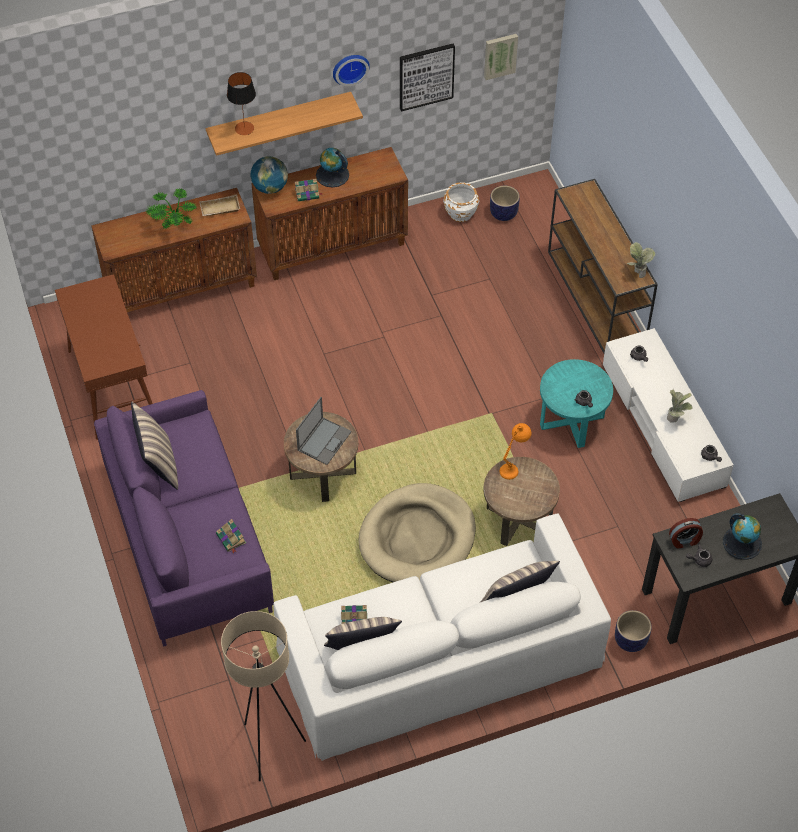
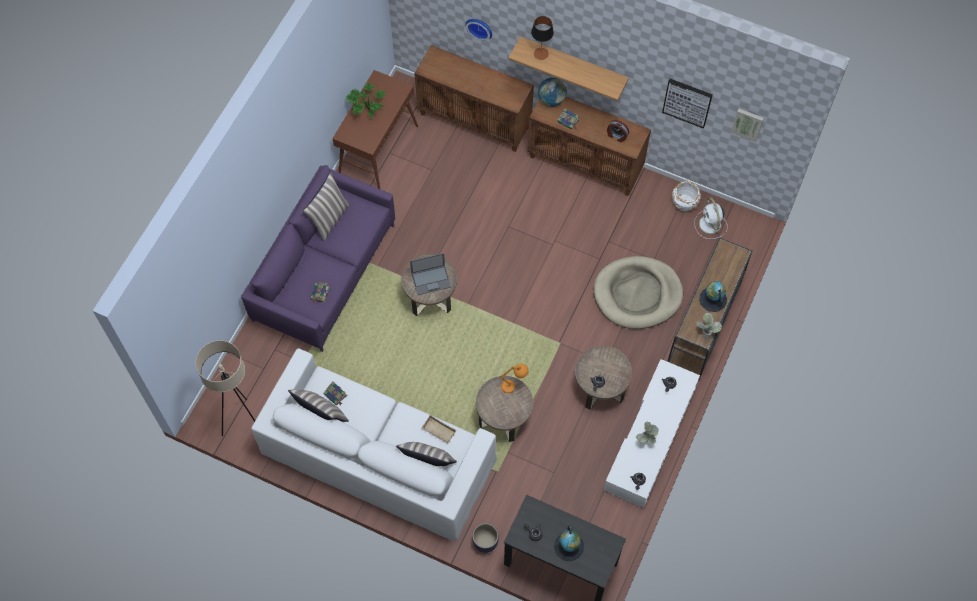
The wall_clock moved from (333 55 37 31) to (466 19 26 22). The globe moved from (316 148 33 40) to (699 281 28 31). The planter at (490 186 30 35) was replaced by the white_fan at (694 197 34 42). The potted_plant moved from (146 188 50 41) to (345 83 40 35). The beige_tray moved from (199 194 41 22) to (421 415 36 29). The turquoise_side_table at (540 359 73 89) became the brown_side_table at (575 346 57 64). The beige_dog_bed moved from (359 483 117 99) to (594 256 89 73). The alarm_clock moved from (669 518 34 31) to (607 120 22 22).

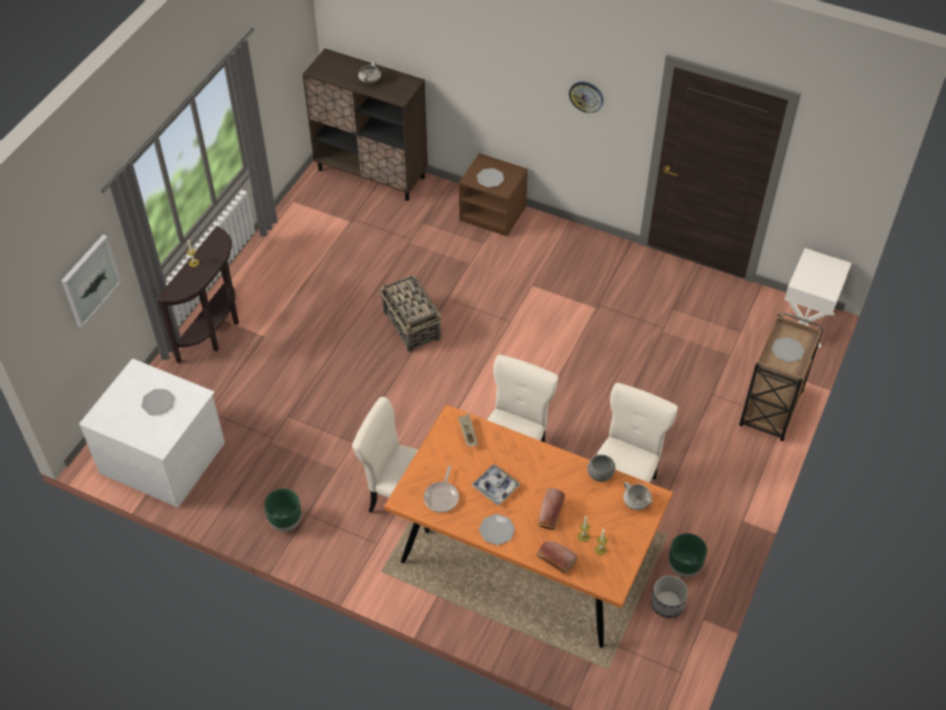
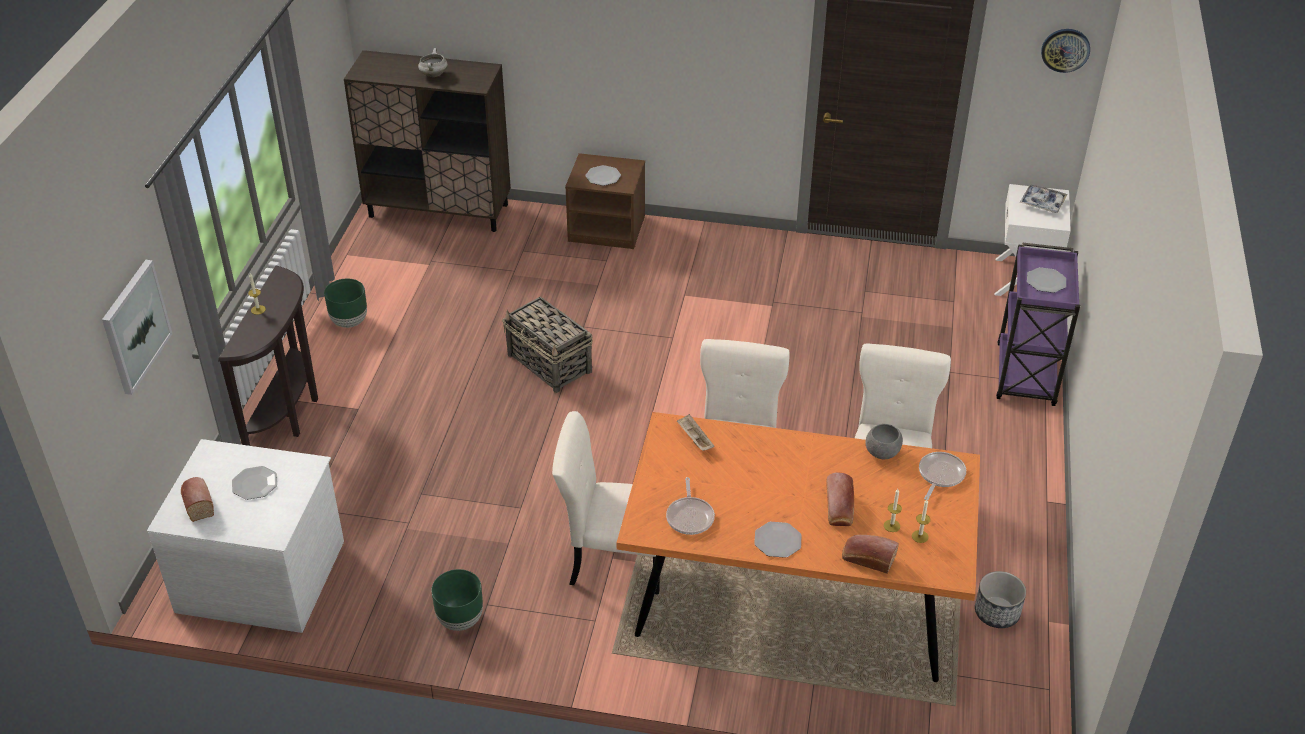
The wall_clock moved from (569 81 34 32) to (1041 29 49 44). The brown_cart at (739 312 84 129) became the purple_cart at (996 242 84 164). The tray moved from (472 464 49 41) to (1020 184 48 29). The white_cooking_pot at (623 482 30 28) was replaced by the frying_pan at (919 452 47 48). The green_planter moved from (669 533 38 44) to (324 279 43 49). The bread at (181 477 33 45) appeared.

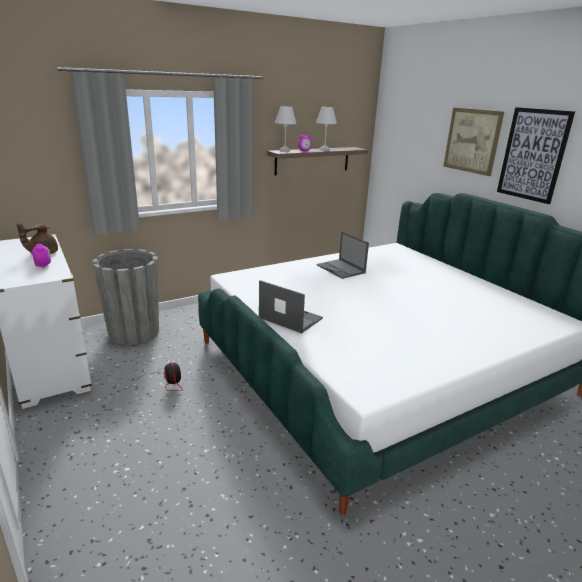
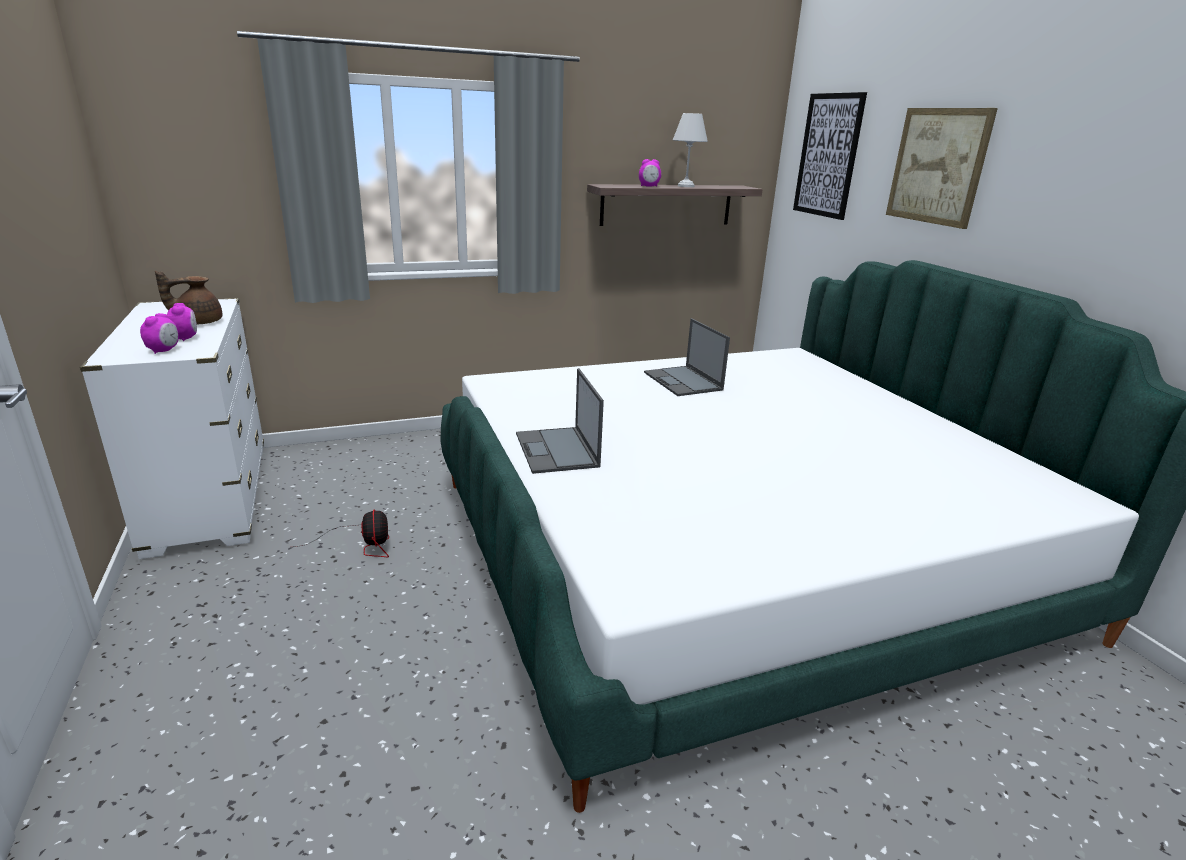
The white_table_lamp at (275 106 22 46) disappeared. The picture moved from (497 107 78 97) to (793 92 74 128). The grey_planter at (92 249 67 96) disappeared. The laptop at (259 280 64 53) turned 150 degrees counterclockwise. The alarm_clock at (140 313 39 41) appeared.

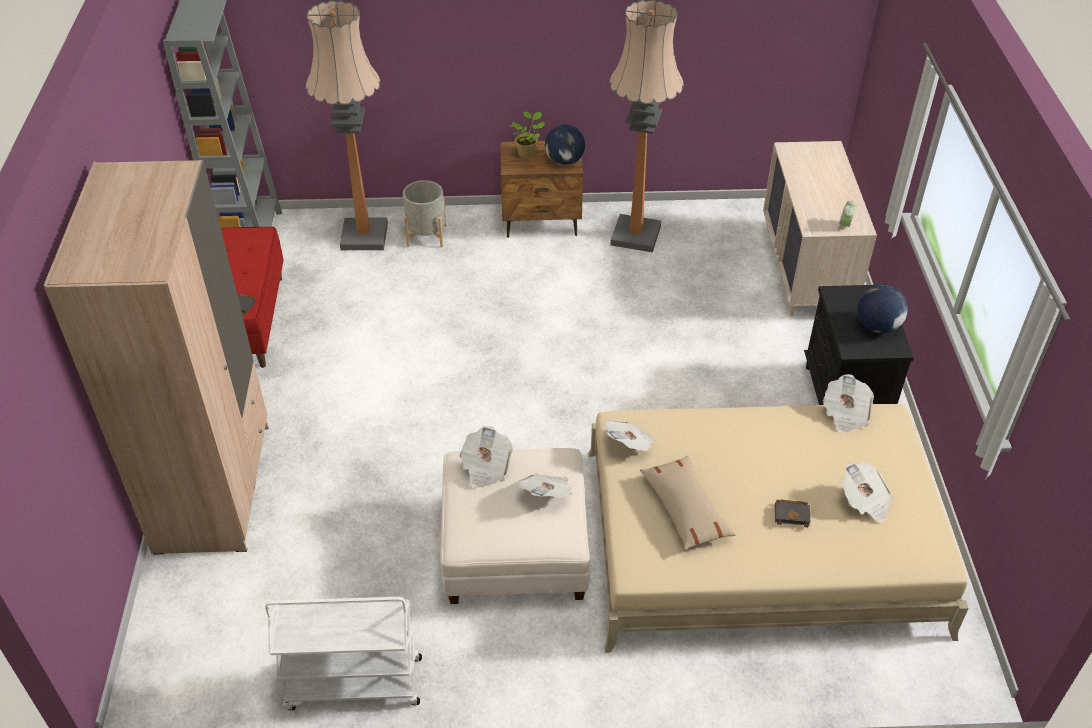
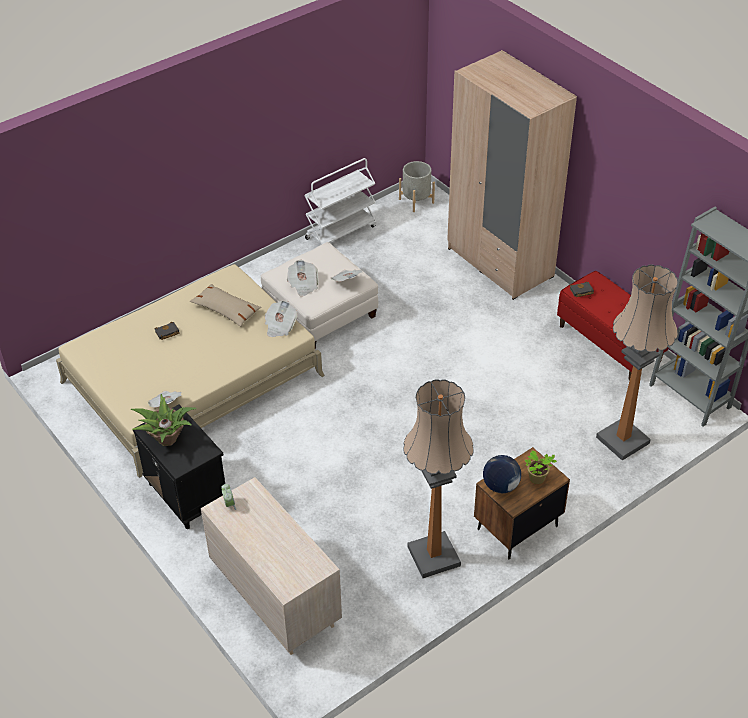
The grey_planter moved from (403 180 43 68) to (399 161 36 51). The globe at (858 285 50 48) was replaced by the potted_plant at (130 394 67 52). The newspaper at (841 462 53 61) disappeared.

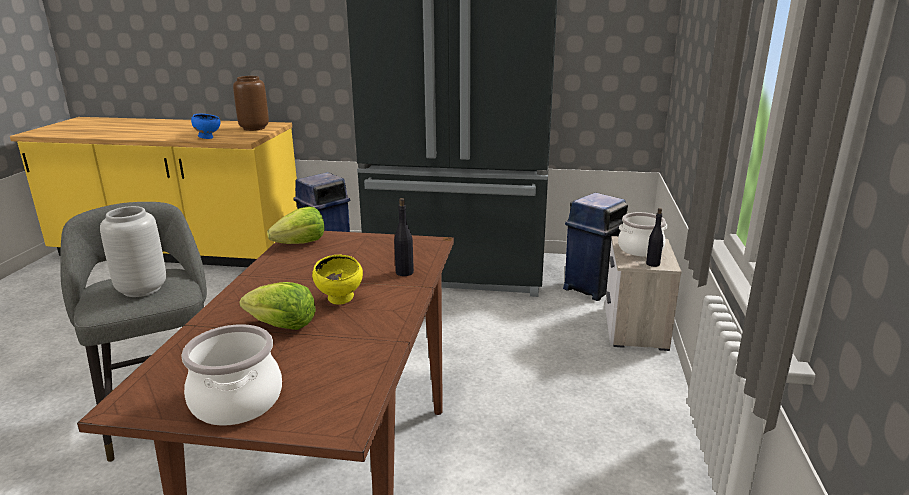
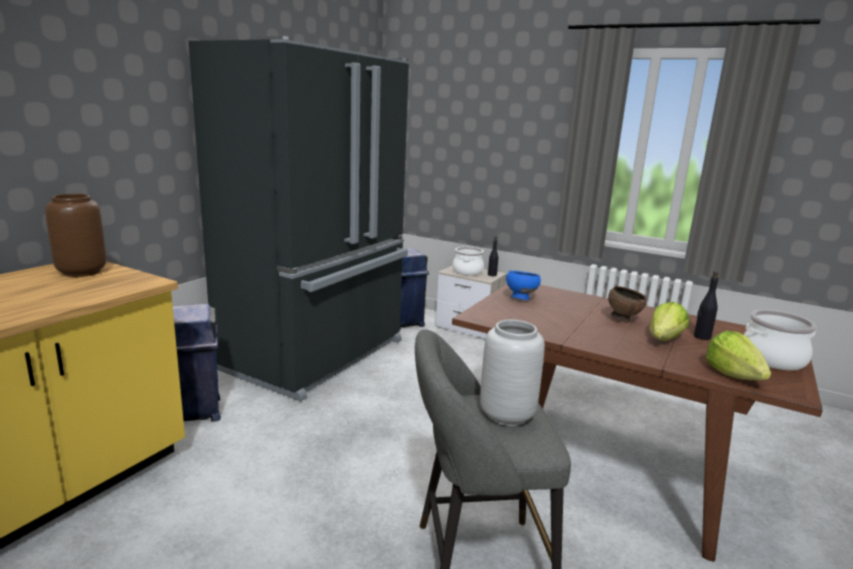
The blue_bowl moved from (191 113 30 26) to (506 271 35 29). The black_bottle moved from (394 198 20 78) to (694 271 25 69). The lettuce moved from (267 206 57 38) to (706 331 65 49). The yellow_bowl at (312 254 51 51) became the brown_bowl at (608 286 39 37).

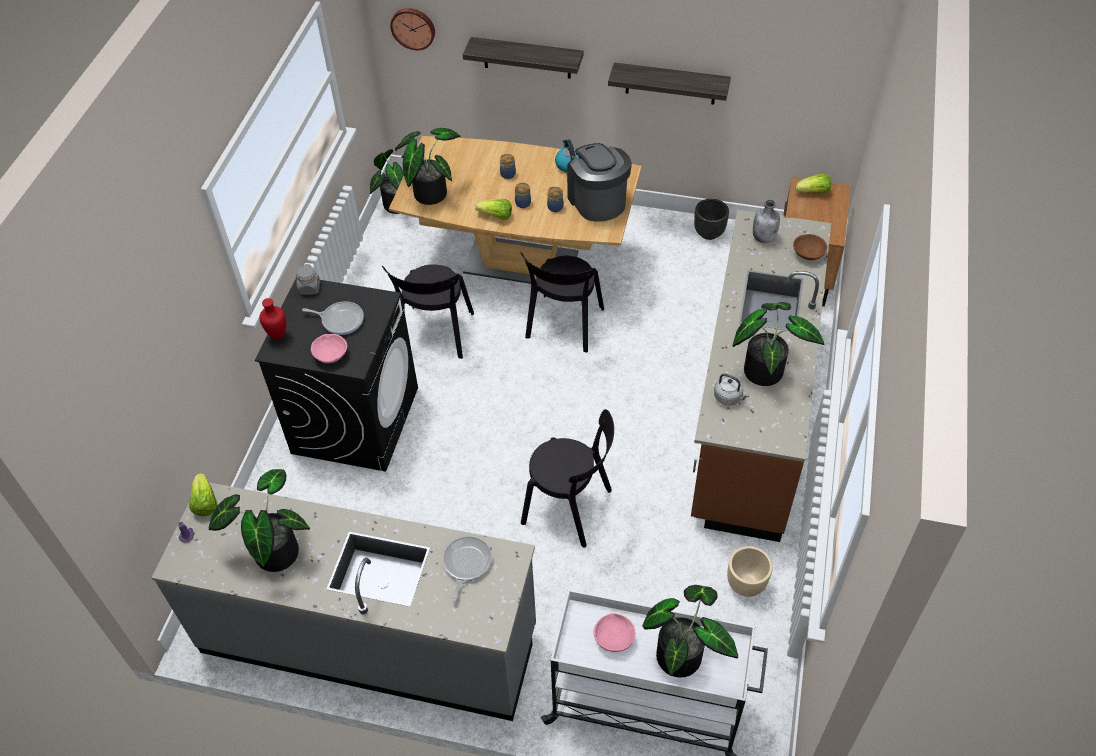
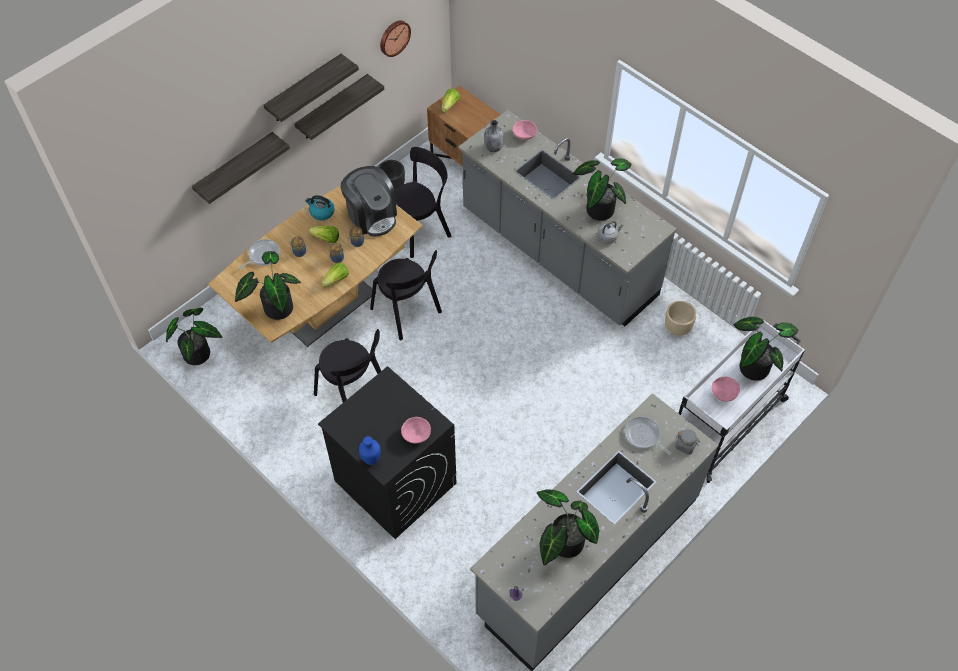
The wall_clock moved from (390 8 45 42) to (380 21 31 36). The coffee_machine at (567 143 65 79) turned 135 degrees counterclockwise. The brown_counter at (691 210 140 332) became the grey_counter at (458 110 219 216). The brown_bowl at (793 234 34 26) became the pink_bowl at (513 120 24 20). The grey_jar moved from (296 264 24 31) to (675 429 25 26). The red_vase at (259 298 27 42) became the blue_vase at (359 436 22 29). The frying_pan moved from (302 301 62 34) to (239 239 41 30). The black_chair moved from (521 409 93 139) to (395 147 57 111). The lettuce moved from (189 473 29 44) to (309 226 30 17). The shelf at (263 54 96 68) appeared.

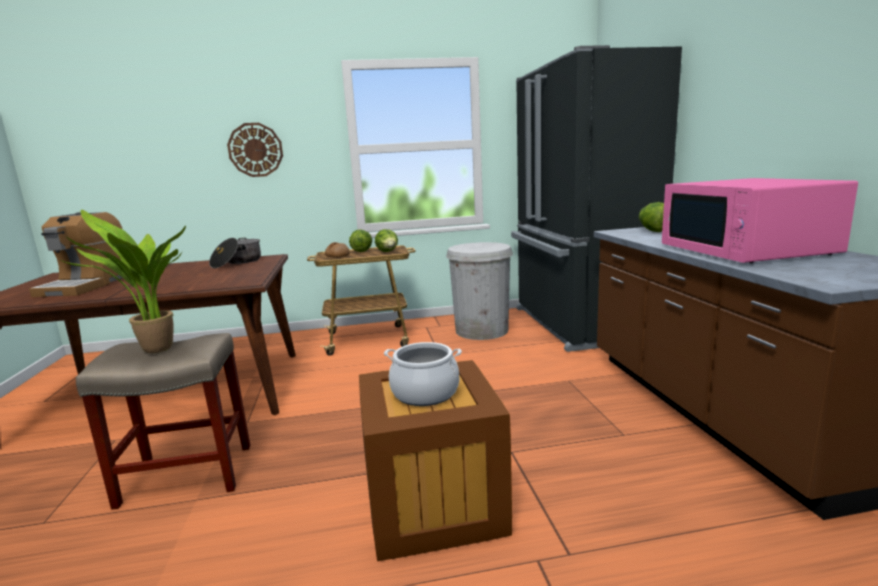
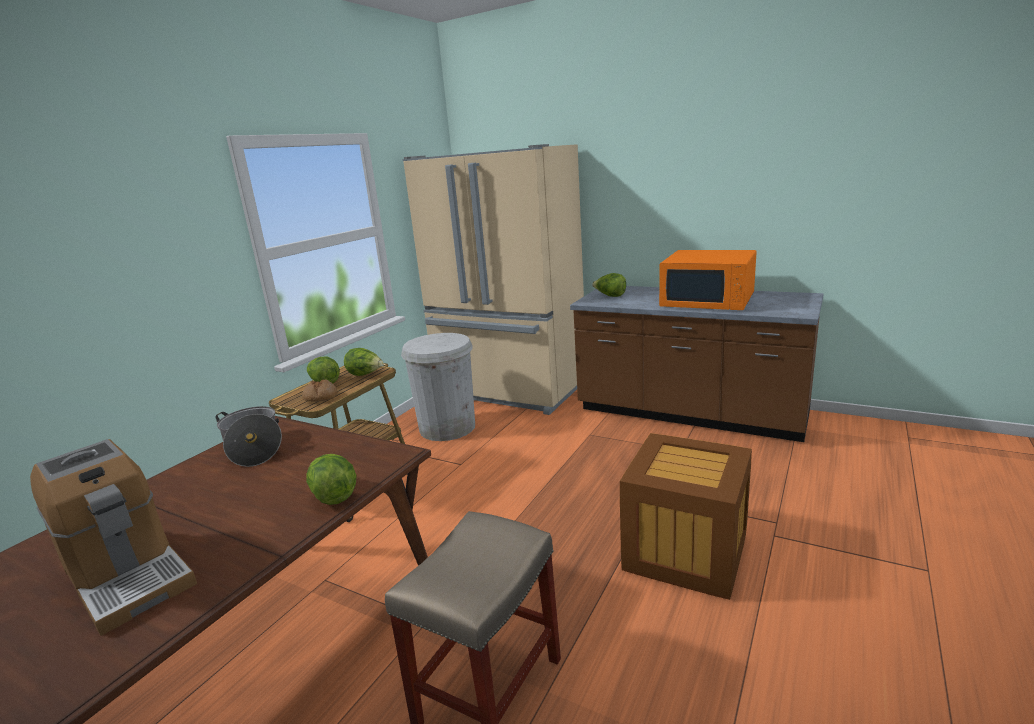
The black_fridge at (511 45 171 307) became the beige_fridge at (403 144 181 271). The wall_clock at (227 123 56 54) disappeared. The pink_microwave at (662 178 196 85) became the orange_microwave at (659 250 98 60). The potted_plant at (59 210 127 143) disappeared. The cooking_pot at (384 342 78 64) disappeared. The lettuce at (306 454 50 51) appeared.

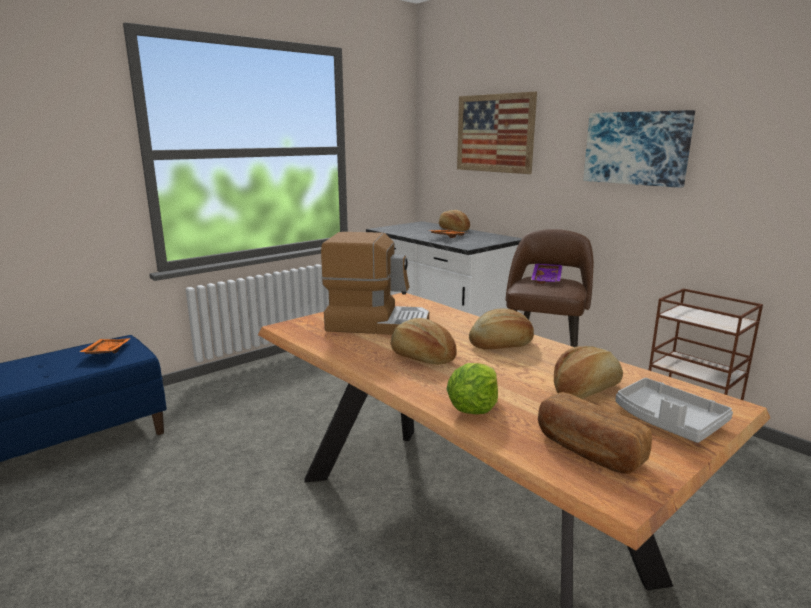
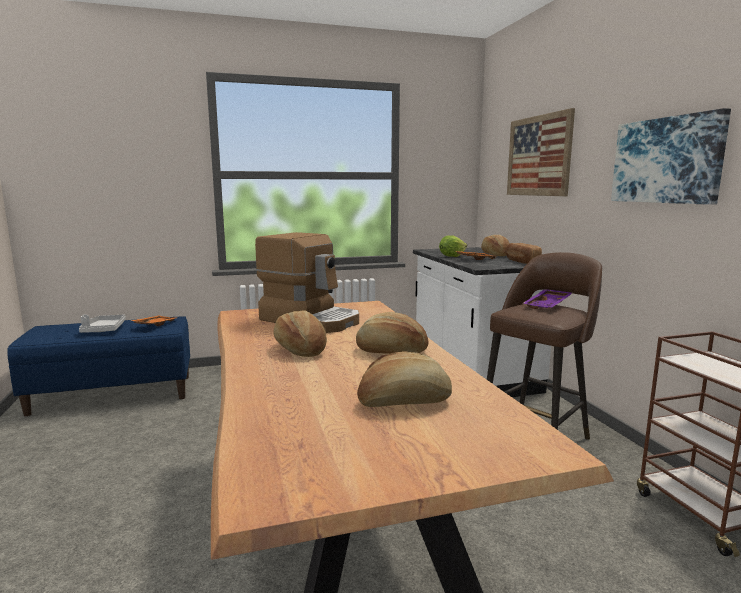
The lettuce moved from (447 363 51 51) to (439 236 28 21). The grey_tray moved from (616 378 117 65) to (79 315 47 18). The bread moved from (538 392 114 82) to (506 243 36 21).

